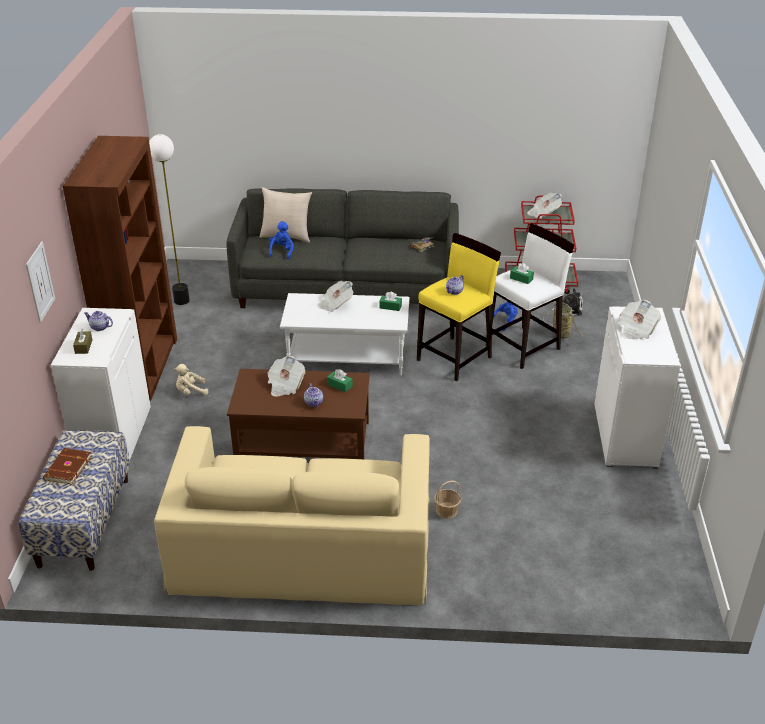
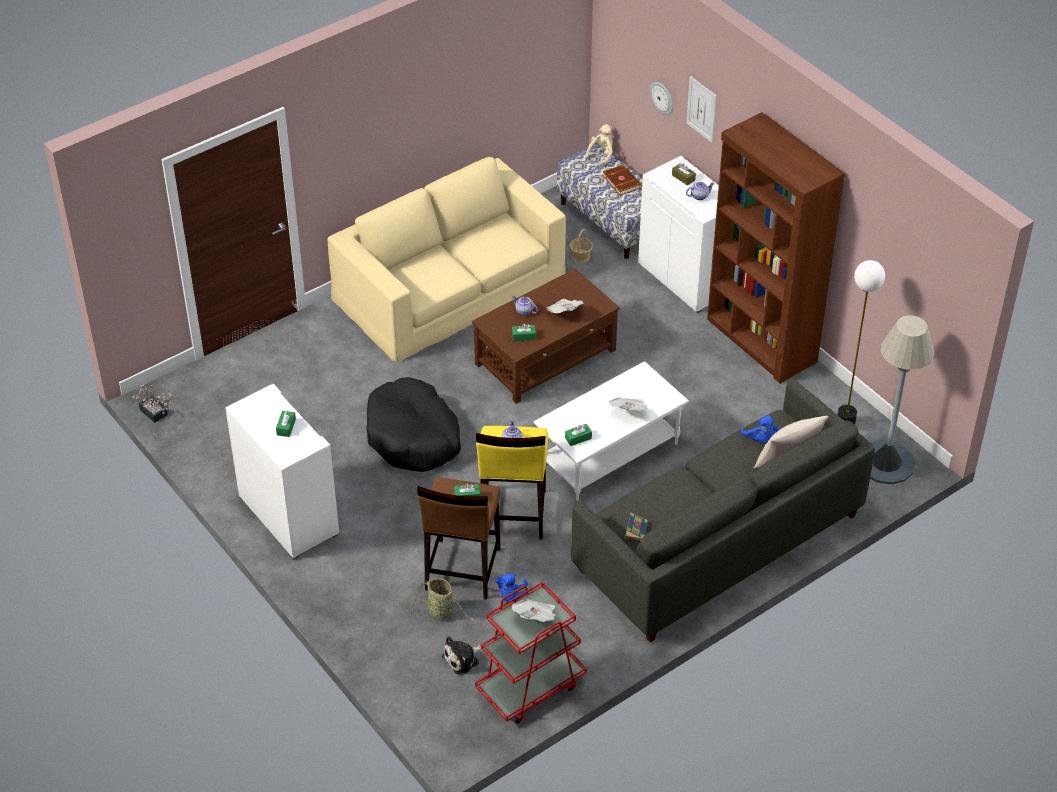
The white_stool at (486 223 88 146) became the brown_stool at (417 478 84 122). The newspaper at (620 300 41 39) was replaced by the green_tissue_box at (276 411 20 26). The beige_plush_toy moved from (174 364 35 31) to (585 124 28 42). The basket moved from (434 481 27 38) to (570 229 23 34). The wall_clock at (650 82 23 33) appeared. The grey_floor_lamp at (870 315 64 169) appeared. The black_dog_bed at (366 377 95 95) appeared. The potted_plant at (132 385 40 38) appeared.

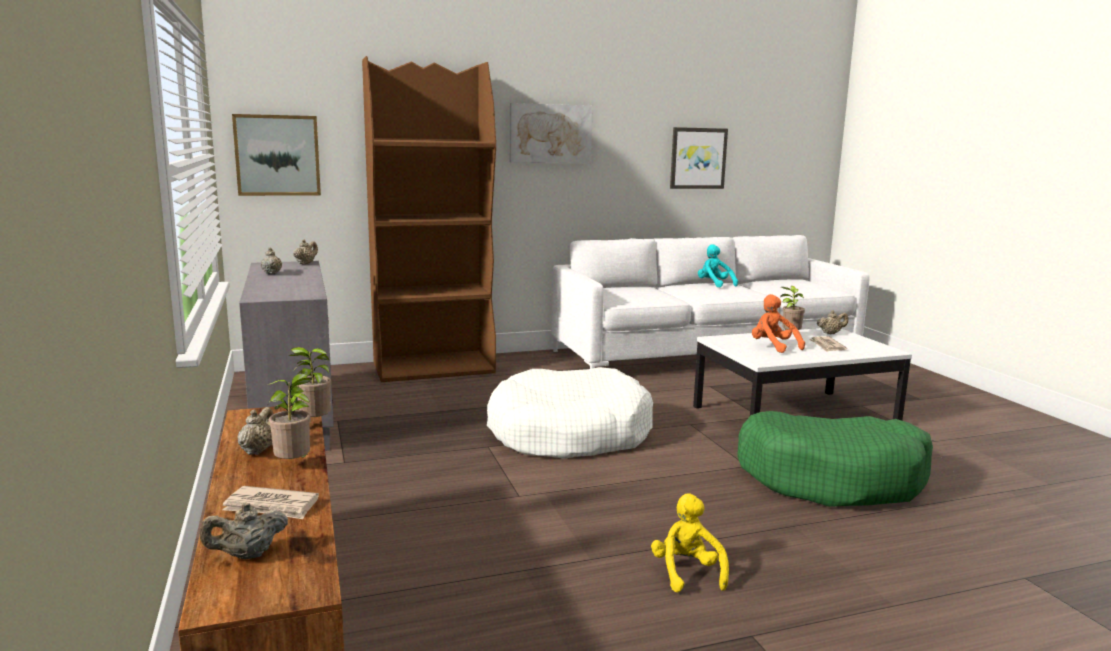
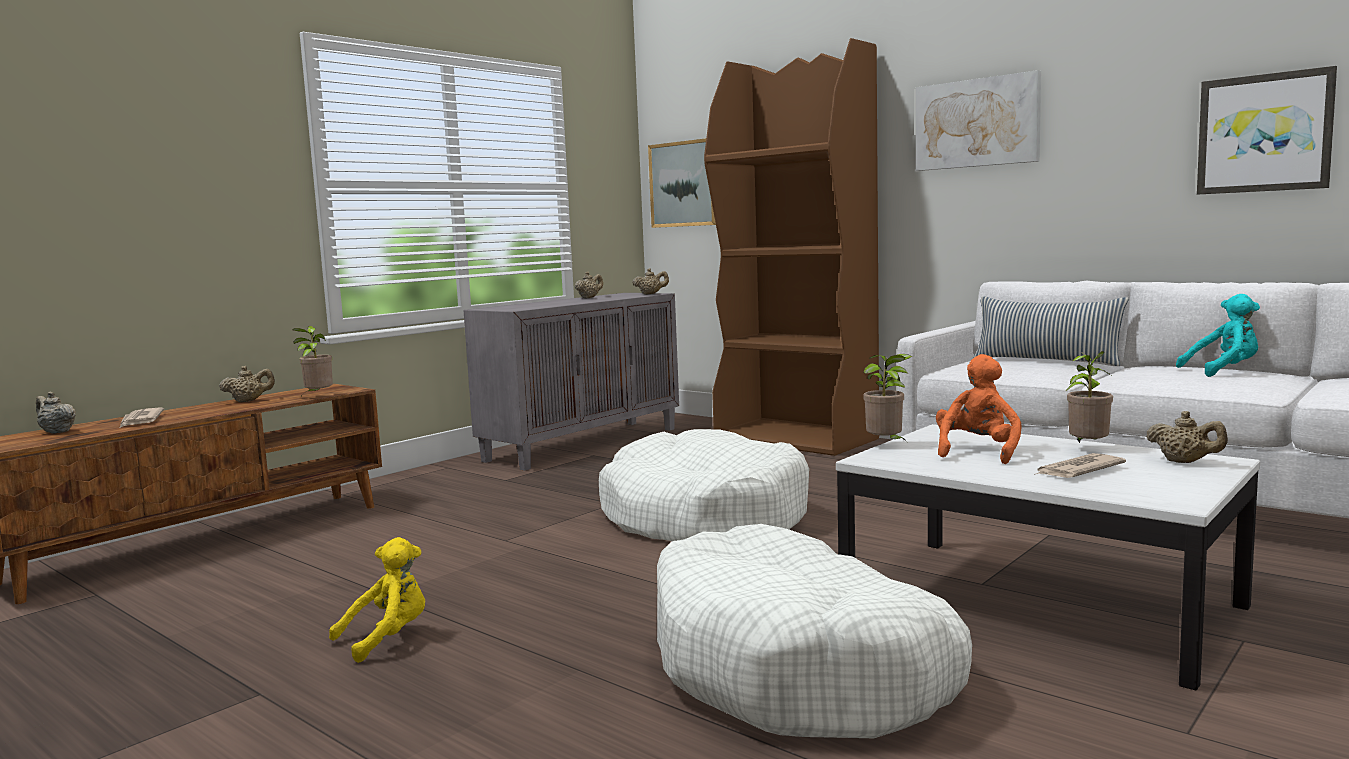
The turquoise_plush_toy at (698 244 40 44) turned 60 degrees clockwise. The potted_plant moved from (268 374 43 85) to (863 354 49 88). The green_dog_bed at (737 411 196 96) became the white_dog_bed at (657 524 315 214). The pillow at (974 296 155 70) appeared.

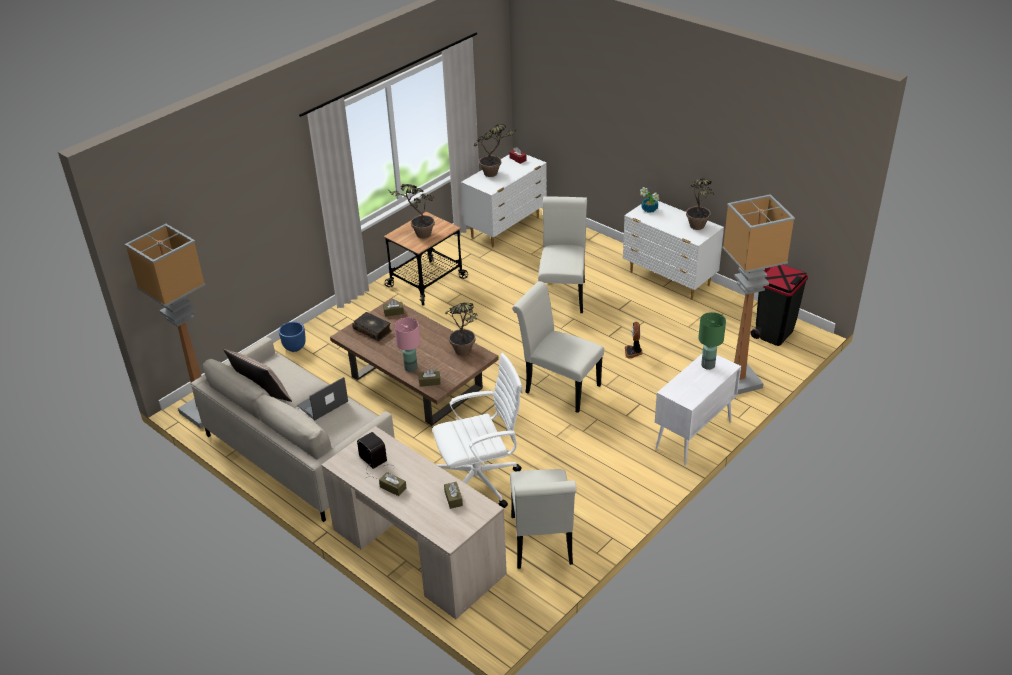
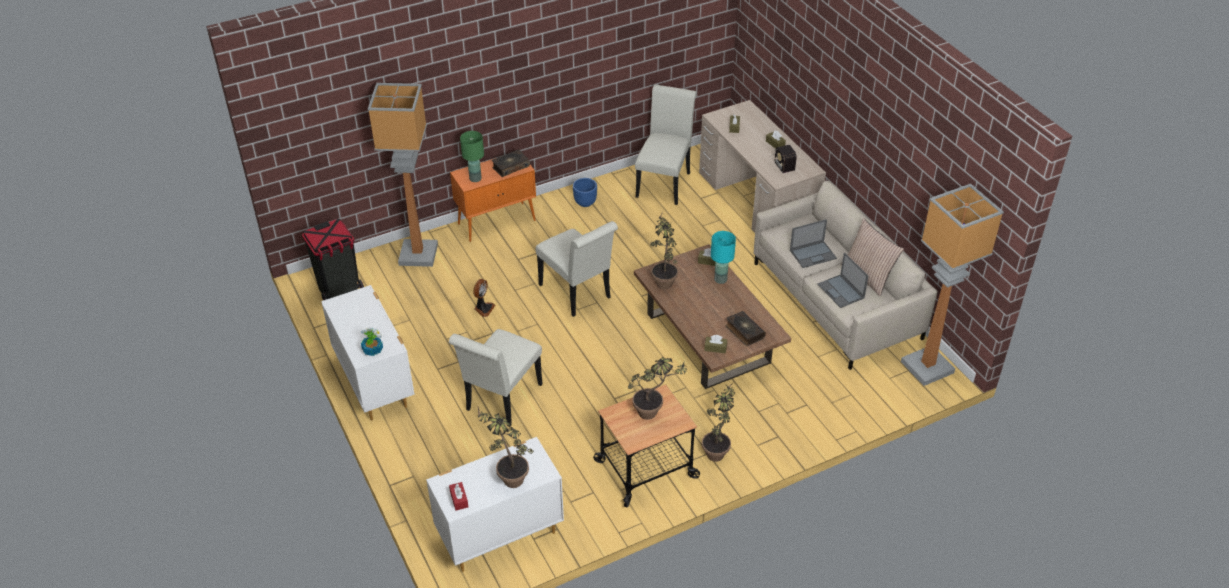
The potted_plant moved from (686 178 28 52) to (702 381 33 81). The pink_table_lamp at (394 317 26 55) became the turquoise_table_lamp at (711 231 25 53). The blue_planter moved from (279 322 27 30) to (573 178 24 29). The white_office_chair at (432 353 91 155) disappeared. The white_cabinet at (655 354 86 112) became the orange_cabinet at (450 158 86 84). The book at (492 149 38 28) appeared. The laptop at (817 253 51 55) appeared.

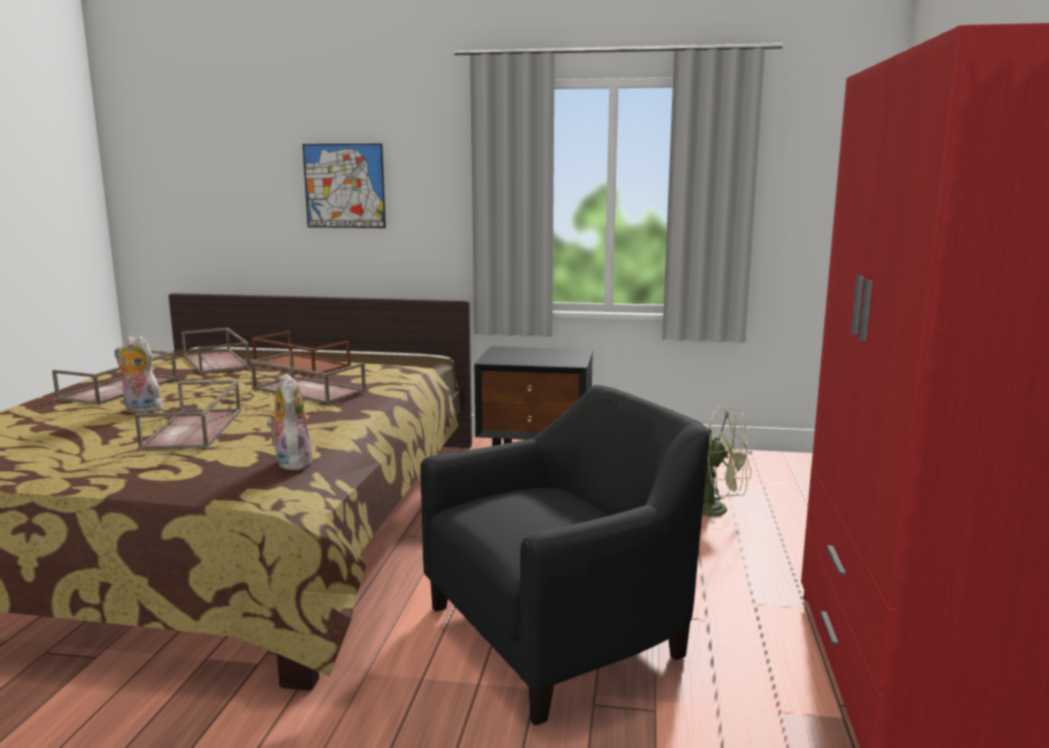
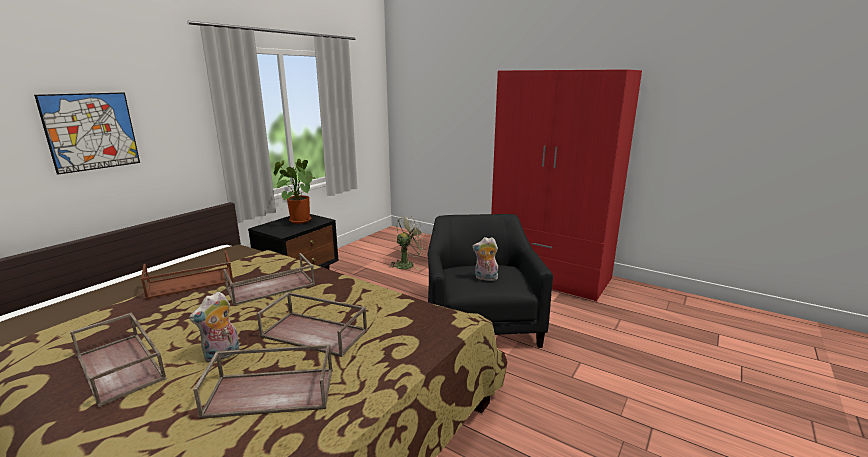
The brown_tray moved from (181 328 69 46) to (193 344 140 75). The plush_toy moved from (266 374 47 96) to (472 237 26 44). The potted_plant at (274 159 43 65) appeared.

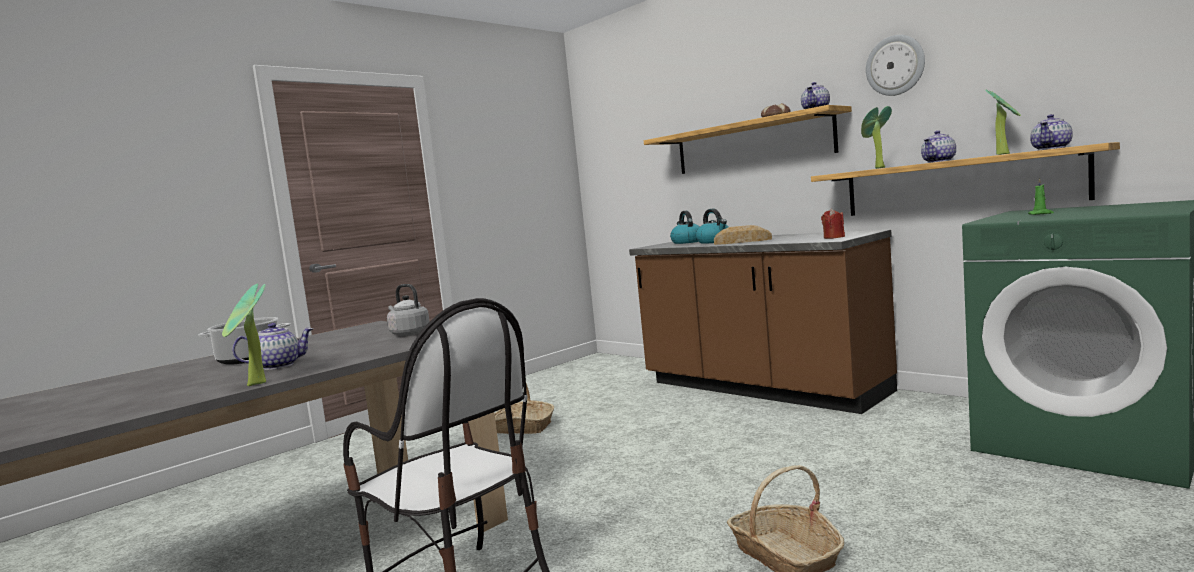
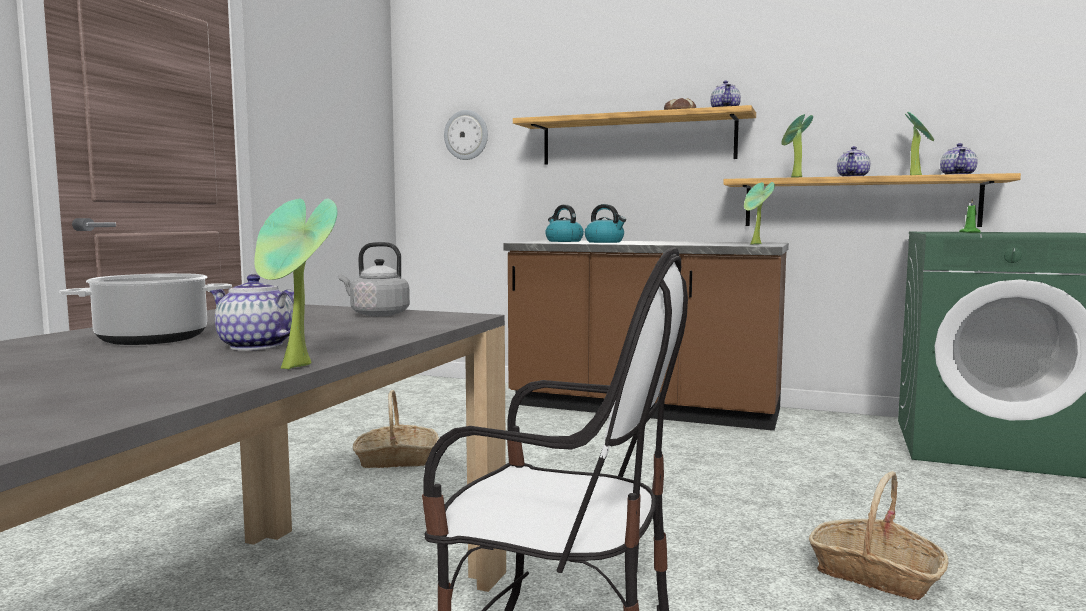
The wall_clock moved from (866 35 59 61) to (444 110 44 50). The red_candle at (821 209 24 30) was replaced by the potted_plant at (744 182 31 62). The bread at (714 225 58 20) disappeared. The teapot at (232 323 81 47) turned 105 degrees counterclockwise.

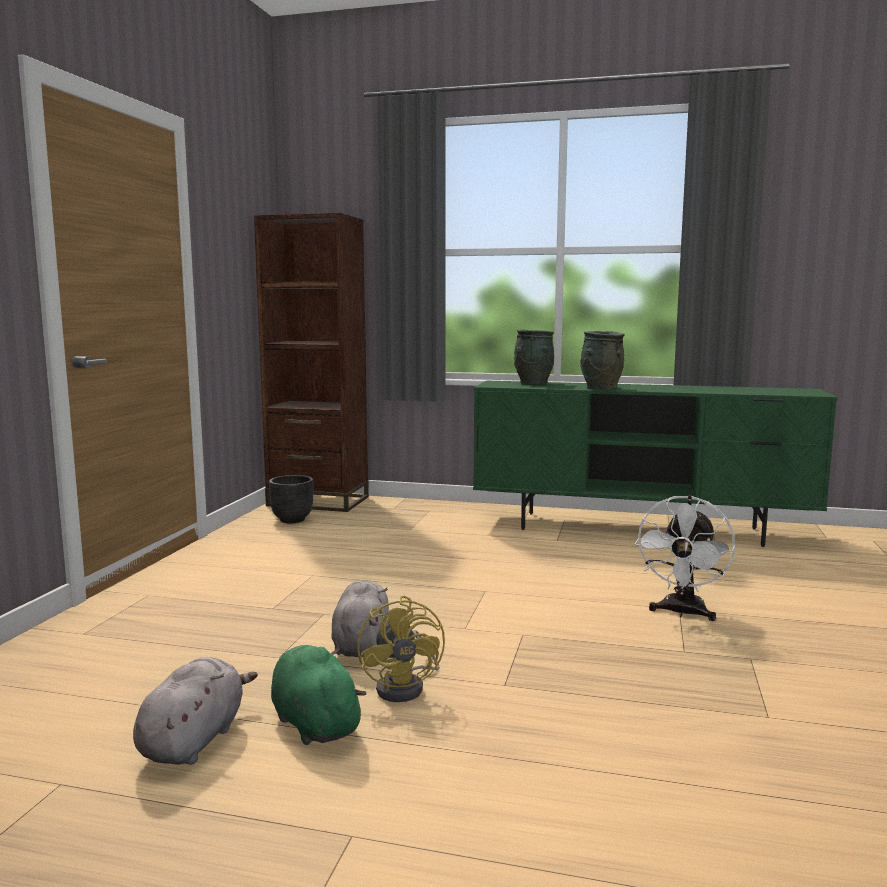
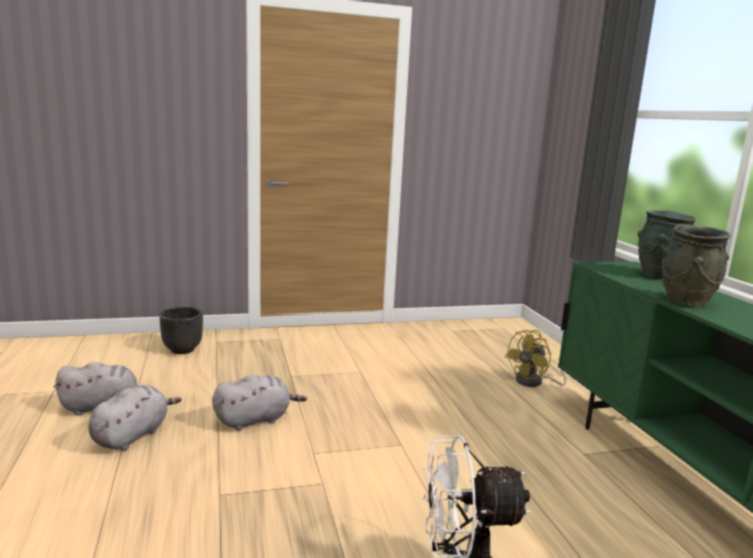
The brown_bookcase at (254 213 115 299) disappeared. The black_planter moved from (269 475 44 48) to (159 307 44 47). The yellow_fan moved from (357 596 88 106) to (505 330 68 57). The green_plush_toy at (271 645 95 100) became the grey_plush_toy at (88 385 94 66).

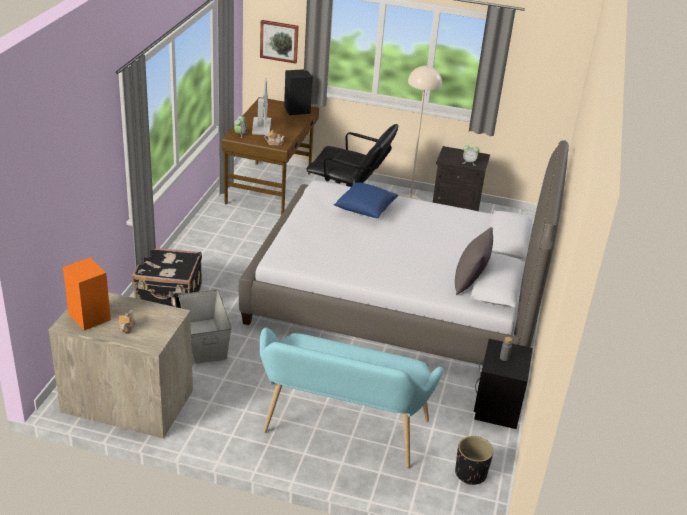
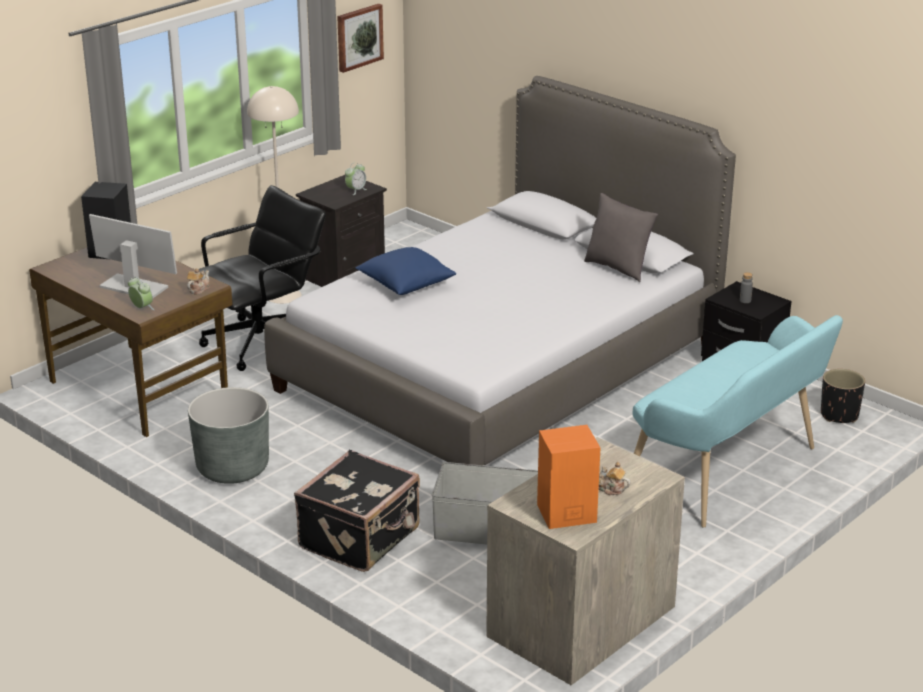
The picture moved from (260 20 39 44) to (337 4 47 69). The grey_planter at (188 387 81 97) appeared.

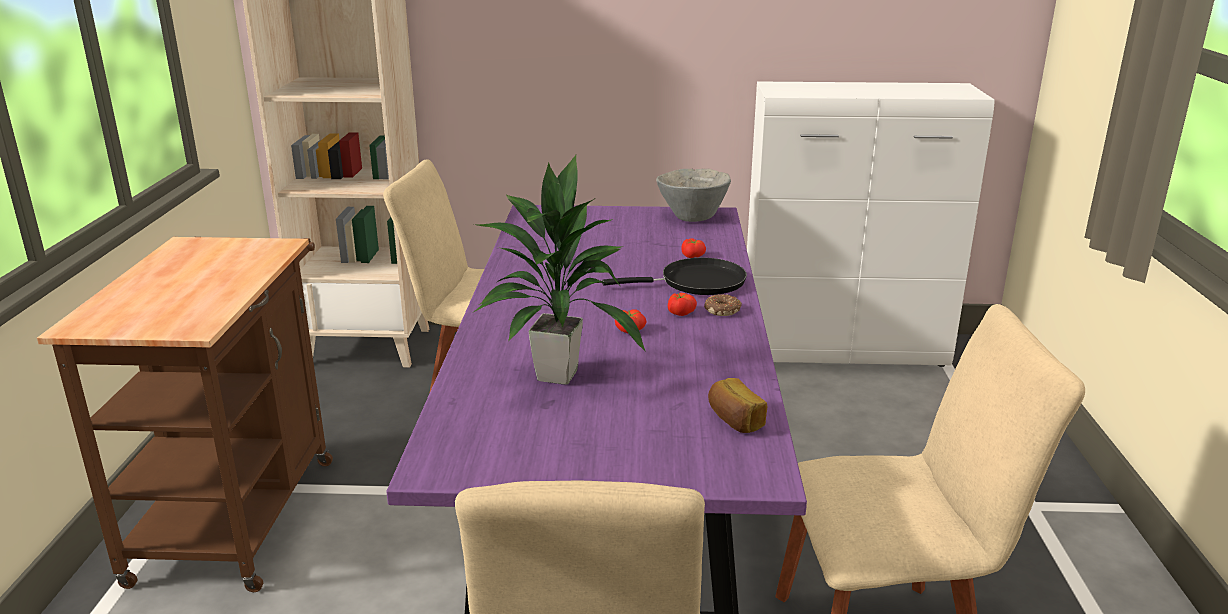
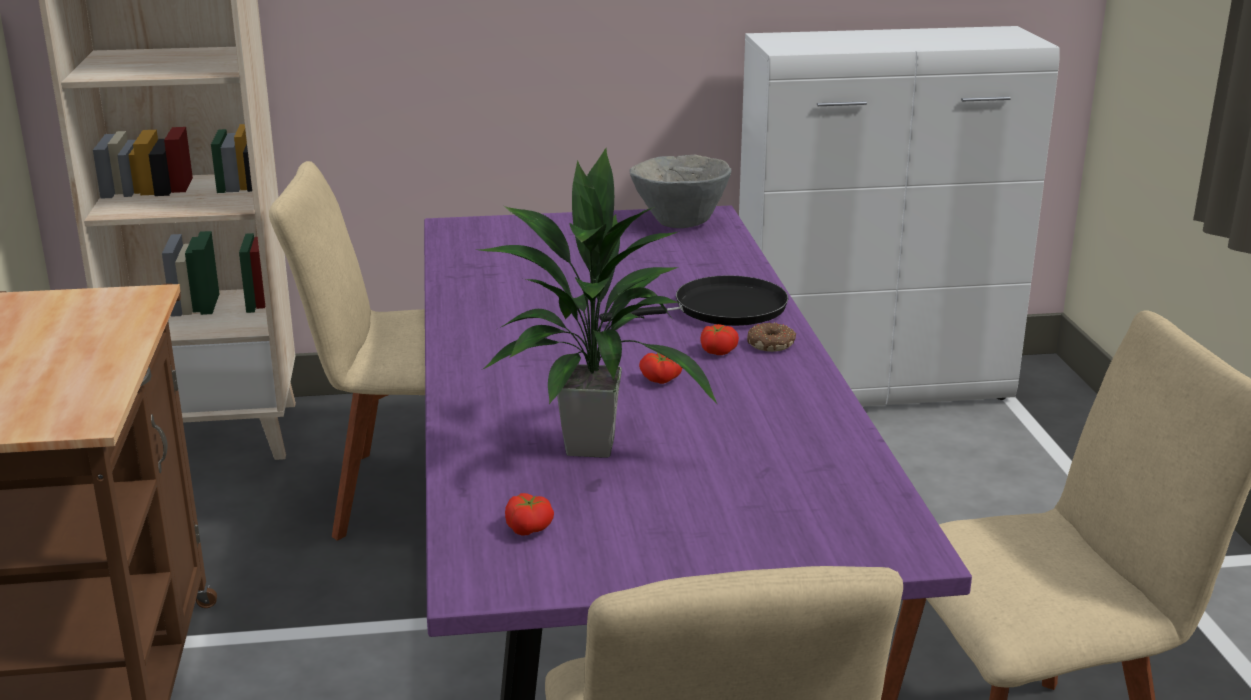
The tomato moved from (681 238 25 20) to (505 493 49 42). The bread at (708 378 59 55) disappeared.

